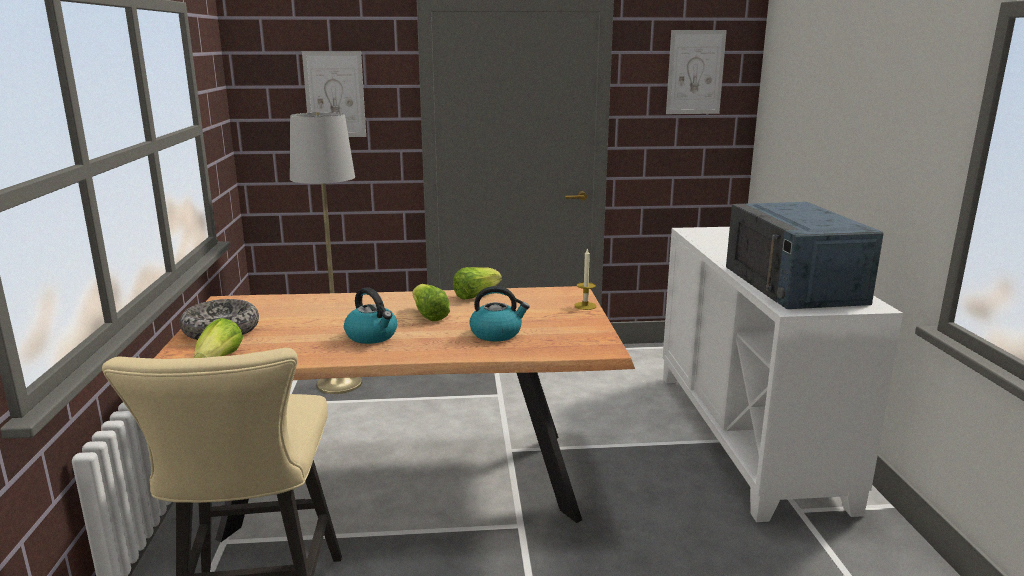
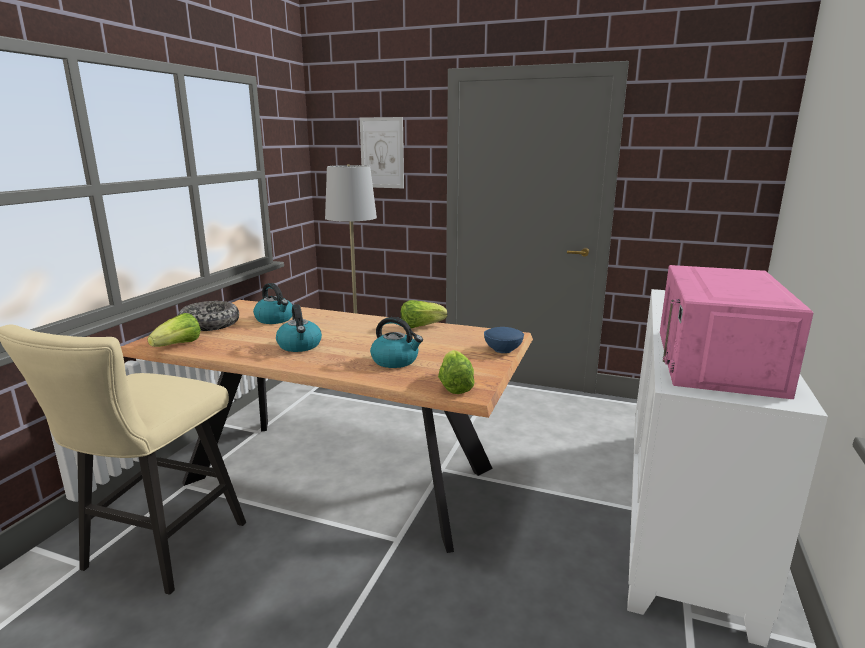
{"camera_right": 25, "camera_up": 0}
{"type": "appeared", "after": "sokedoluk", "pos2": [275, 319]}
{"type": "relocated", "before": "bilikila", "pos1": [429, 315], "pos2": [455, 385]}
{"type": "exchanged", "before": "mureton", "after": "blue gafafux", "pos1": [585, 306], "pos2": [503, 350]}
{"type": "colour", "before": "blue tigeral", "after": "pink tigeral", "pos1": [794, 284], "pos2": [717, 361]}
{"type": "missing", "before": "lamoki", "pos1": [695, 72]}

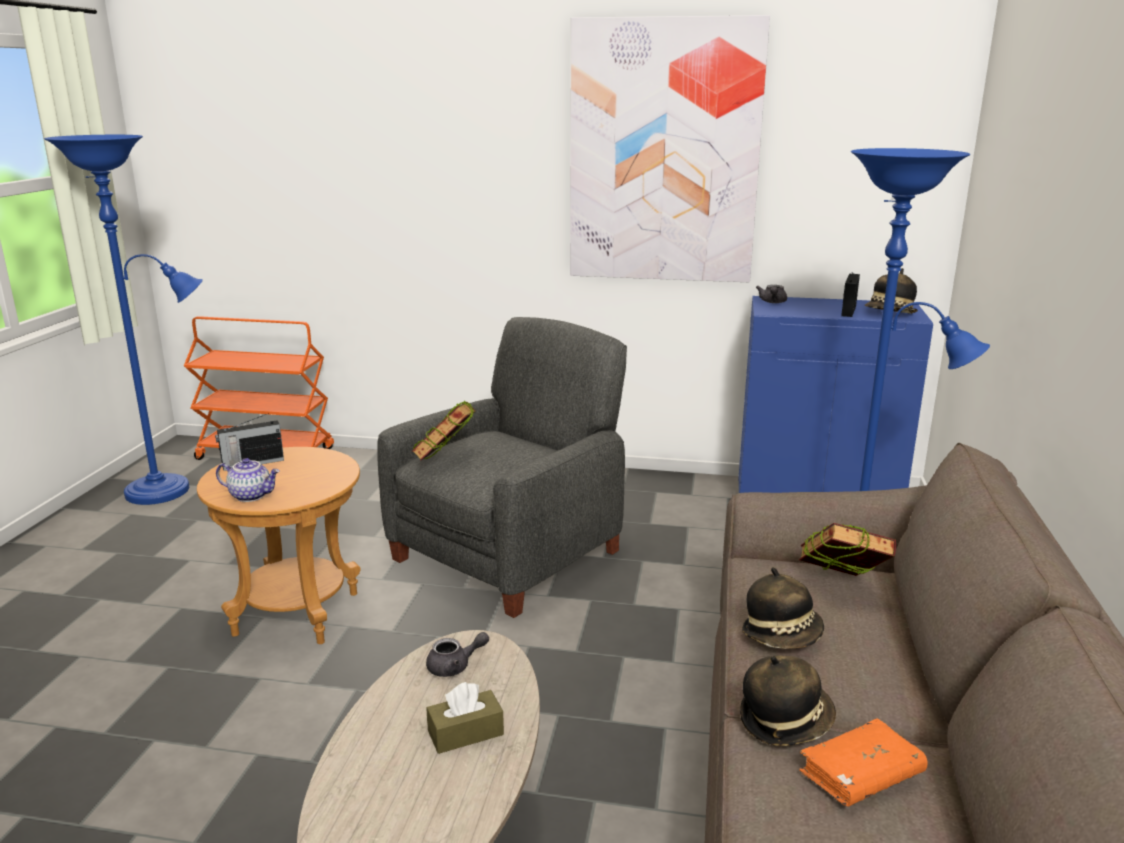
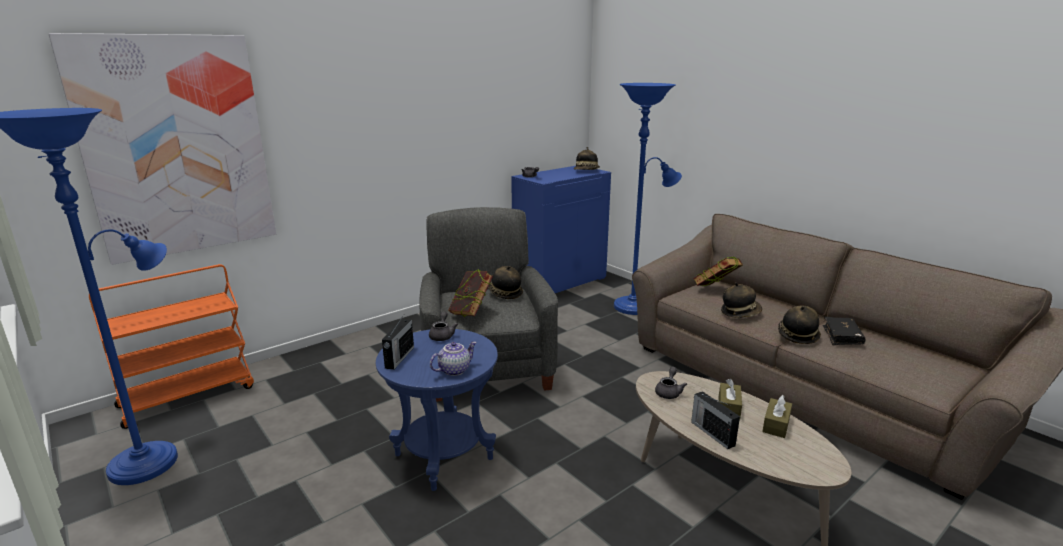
{"camera_right": -50, "camera_up": 0}
{"type": "relocated", "before": "lamoki", "pos1": [663, 153], "pos2": [177, 147]}
{"type": "colour", "before": "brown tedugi", "after": "blue tedugi", "pos1": [297, 613], "pos2": [444, 456]}
{"type": "appeared", "after": "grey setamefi", "pos2": [442, 335]}
{"type": "appeared", "after": "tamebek", "pos2": [504, 293]}
{"type": "relocated", "before": "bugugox", "pos1": [849, 310], "pos2": [712, 433]}
{"type": "appeared", "after": "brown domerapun", "pos2": [776, 424]}
{"type": "colour", "before": "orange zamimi", "after": "black zamimi", "pos1": [861, 775], "pos2": [842, 336]}

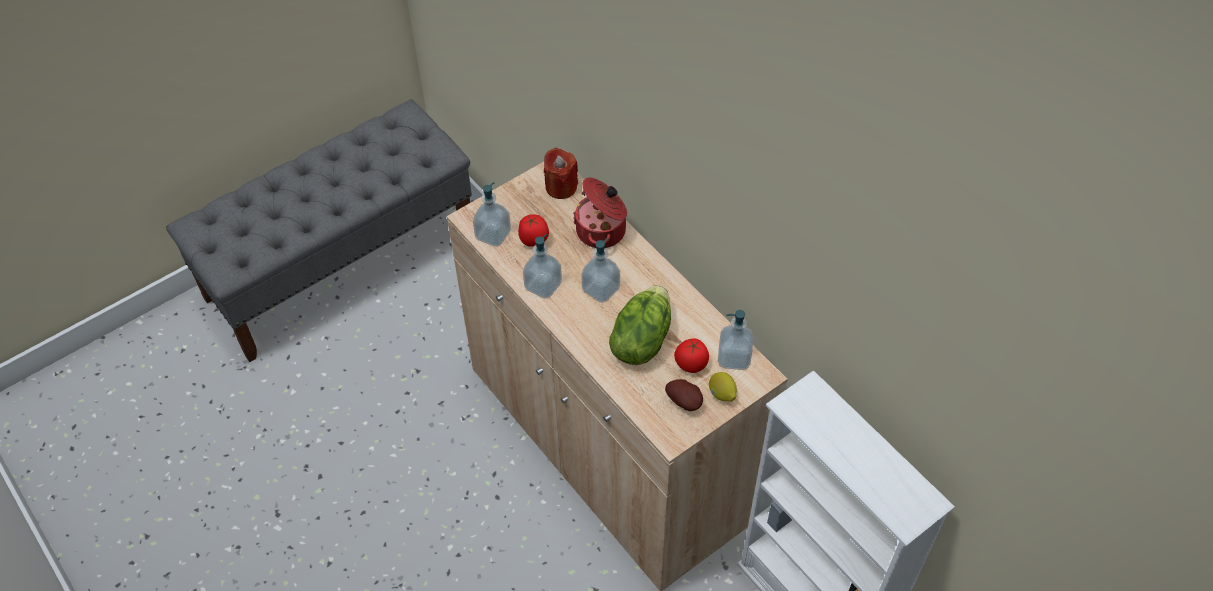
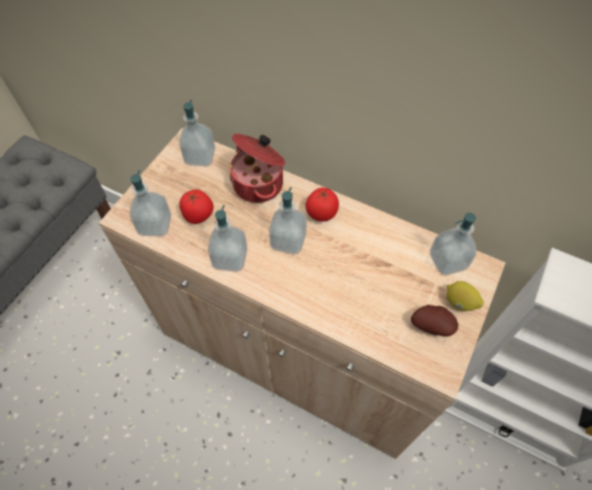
{"camera_right": -25, "camera_up": 5}
{"type": "exchanged", "before": "red mureton", "after": "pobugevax", "pos1": [561, 187], "pos2": [200, 157]}
{"type": "relocated", "before": "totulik", "pos1": [691, 365], "pos2": [321, 214]}
{"type": "missing", "before": "bilikila", "pos1": [640, 340]}

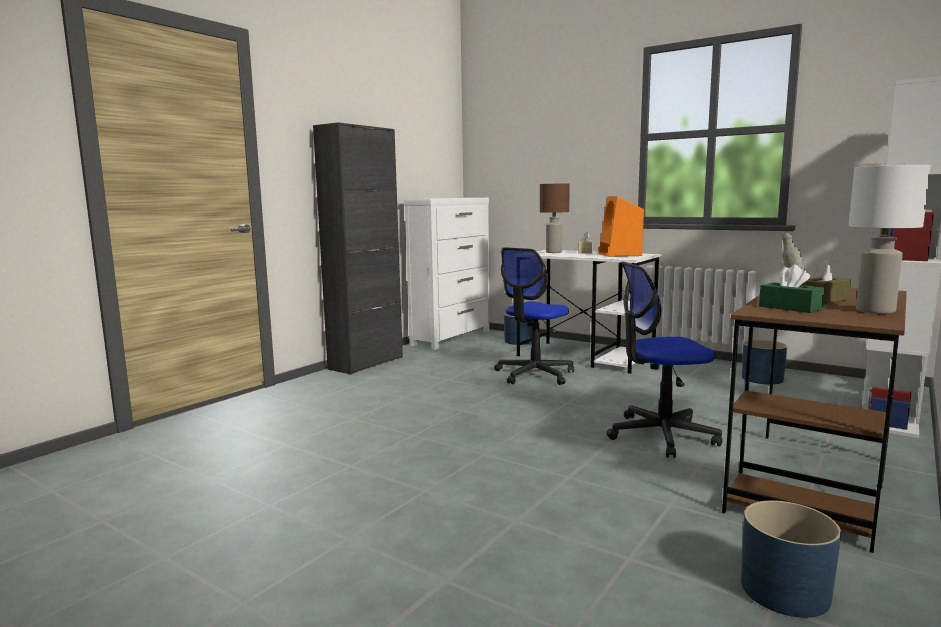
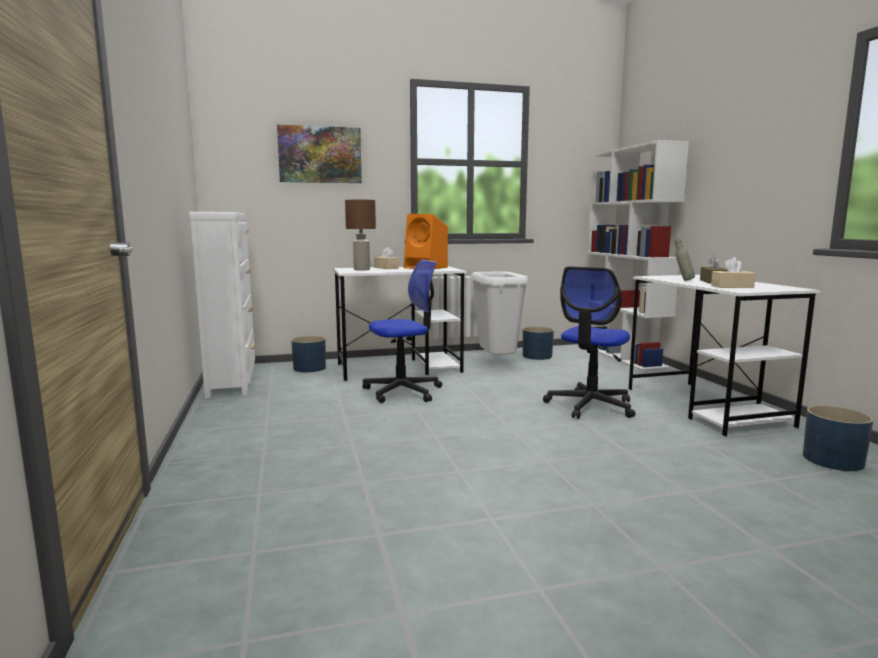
{"camera_right": -50, "camera_up": 0}
{"type": "appeared", "after": "lamoki", "pos2": [320, 155]}
{"type": "spun", "before": "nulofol", "pos1": [534, 374], "pos2": [403, 391], "turn": -105}
{"type": "appeared", "after": "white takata", "pos2": [498, 363]}
{"type": "colour", "before": "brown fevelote", "after": "white fevelote", "pos1": [809, 484], "pos2": [705, 406]}
{"type": "colour", "before": "green domerapun", "after": "beige domerapun", "pos1": [790, 308], "pos2": [732, 286]}
{"type": "missing", "before": "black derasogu", "pos1": [366, 363]}
{"type": "missing", "before": "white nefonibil", "pos1": [874, 311]}

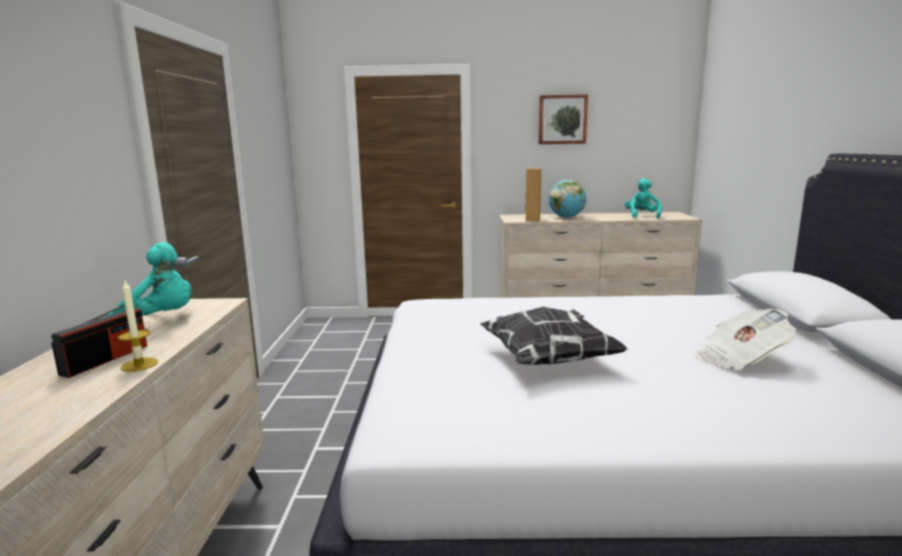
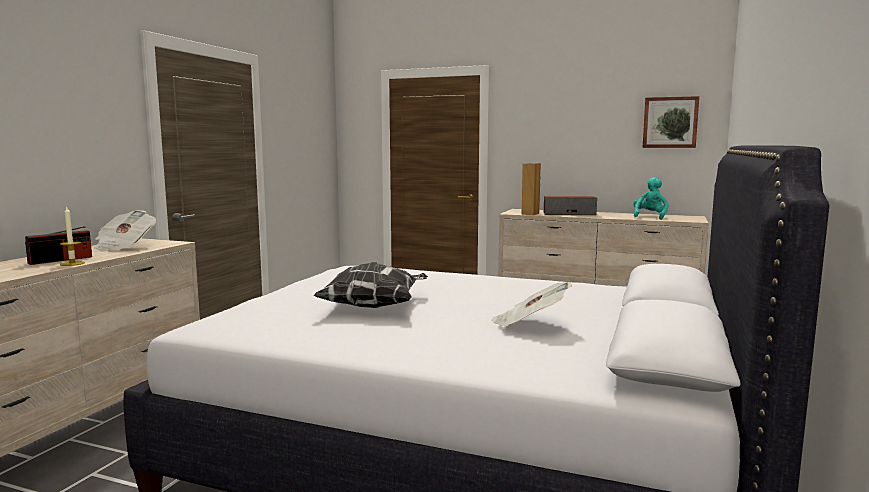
{"camera_right": 20, "camera_up": -5}
{"type": "exchanged", "before": "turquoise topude", "after": "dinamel", "pos1": [161, 319], "pos2": [124, 247]}
{"type": "exchanged", "before": "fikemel", "after": "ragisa", "pos1": [566, 217], "pos2": [569, 214]}
{"type": "relocated", "before": "lamoki", "pos1": [562, 119], "pos2": [670, 122]}

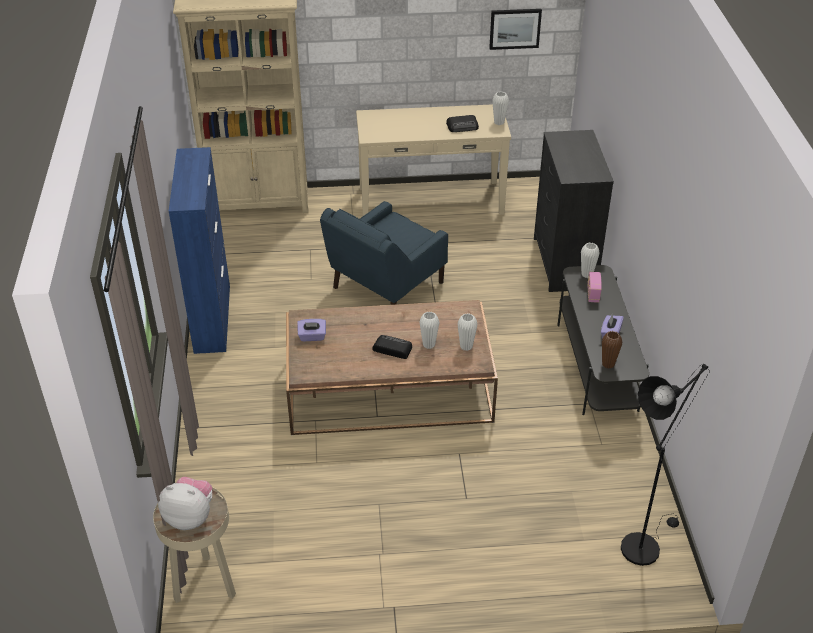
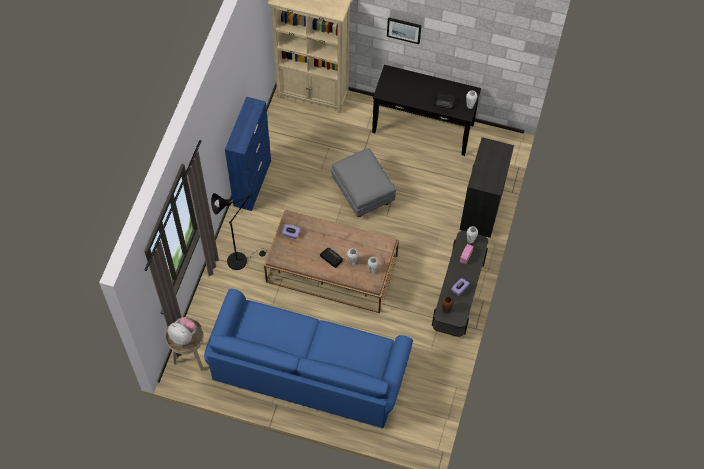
{"camera_right": 20, "camera_up": 20}
{"type": "appeared", "after": "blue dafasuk", "pos2": [308, 370]}
{"type": "relocated", "before": "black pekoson", "pos1": [643, 544], "pos2": [240, 259]}
{"type": "exchanged", "before": "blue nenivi", "after": "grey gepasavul", "pos1": [385, 287], "pos2": [362, 192]}
{"type": "colour", "before": "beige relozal", "after": "black relozal", "pos1": [431, 200], "pos2": [423, 128]}
{"type": "relocated", "before": "lamoki", "pos1": [515, 28], "pos2": [404, 30]}

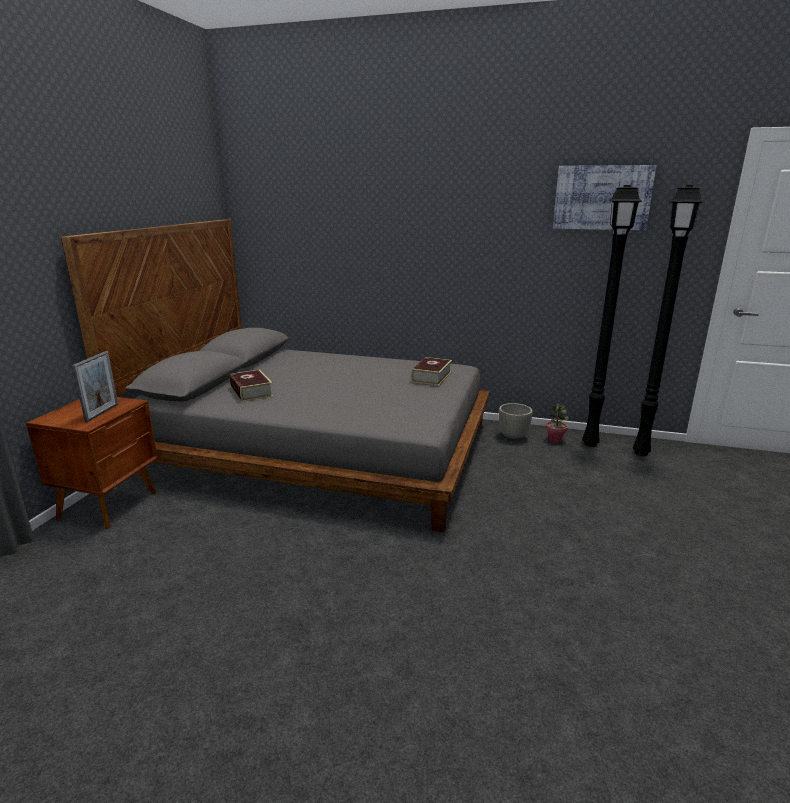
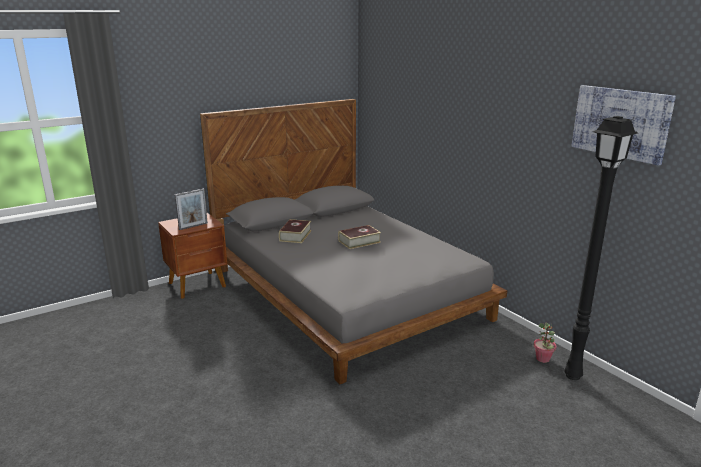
{"camera_right": 40, "camera_up": 0}
{"type": "relocated", "before": "zamimi", "pos1": [431, 377], "pos2": [359, 241]}
{"type": "missing", "before": "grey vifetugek", "pos1": [513, 436]}
{"type": "missing", "before": "black pekoson", "pos1": [642, 452]}

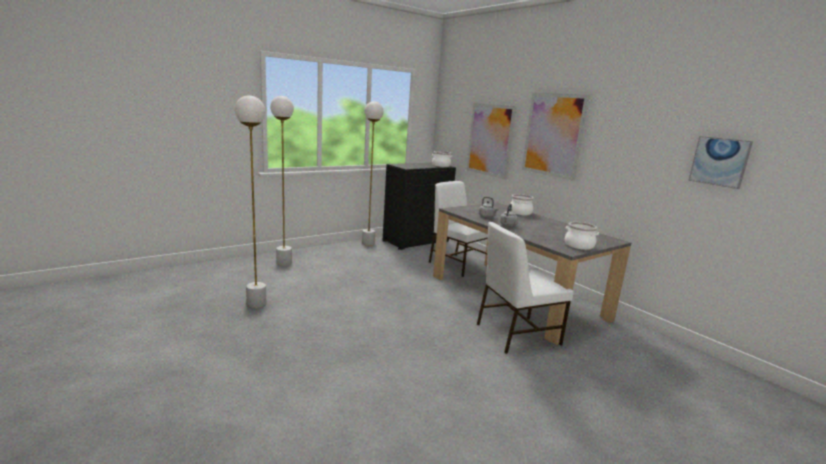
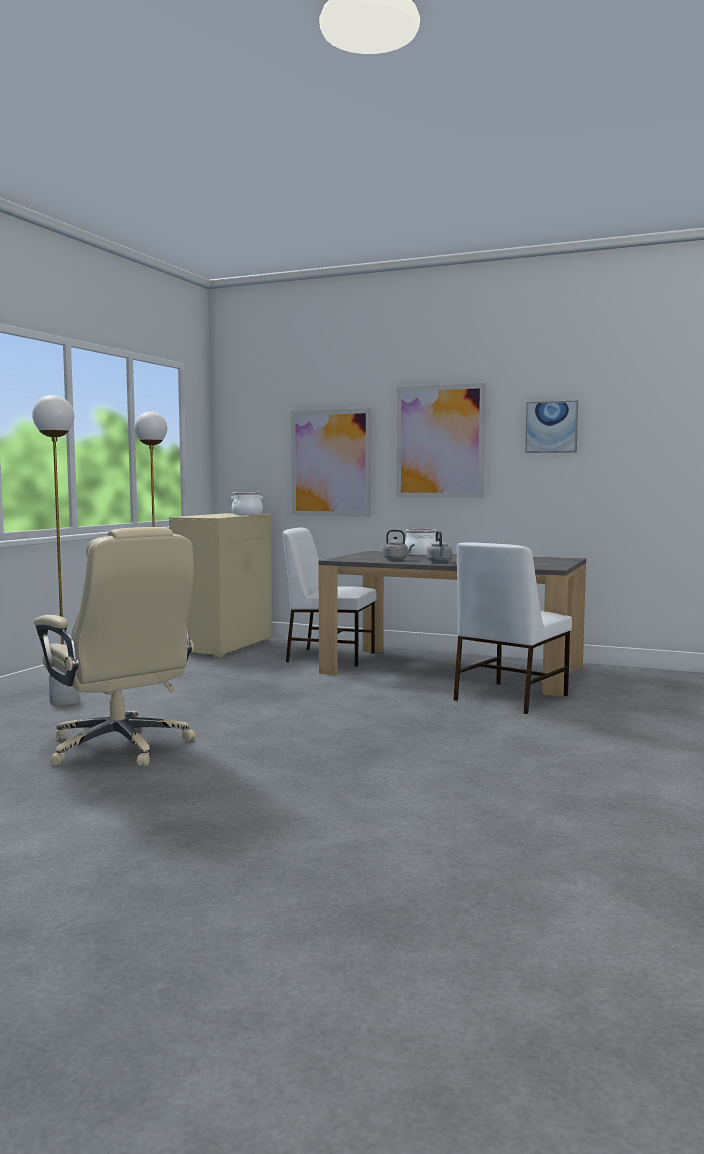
{"camera_right": -30, "camera_up": -10}
{"type": "exchanged", "before": "white pekoson", "after": "beige nulofol", "pos1": [256, 303], "pos2": [120, 747]}
{"type": "colour", "before": "black derasogu", "after": "beige derasogu", "pos1": [415, 241], "pos2": [223, 645]}
{"type": "relocated", "before": "lamoki", "pos1": [719, 161], "pos2": [551, 427]}
{"type": "missing", "before": "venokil", "pos1": [579, 245]}

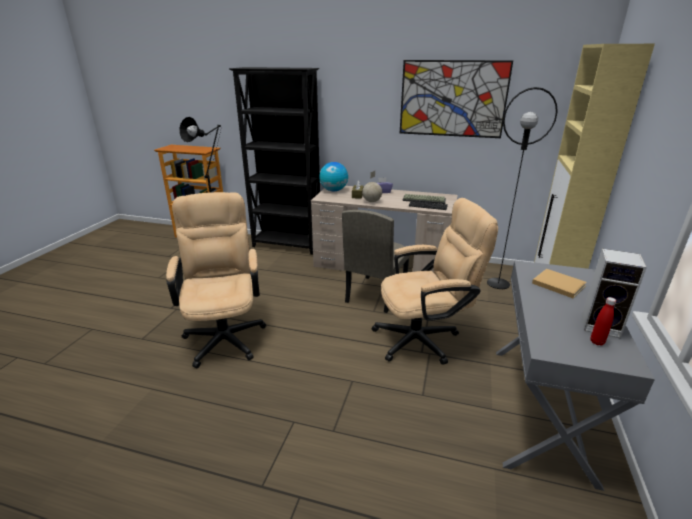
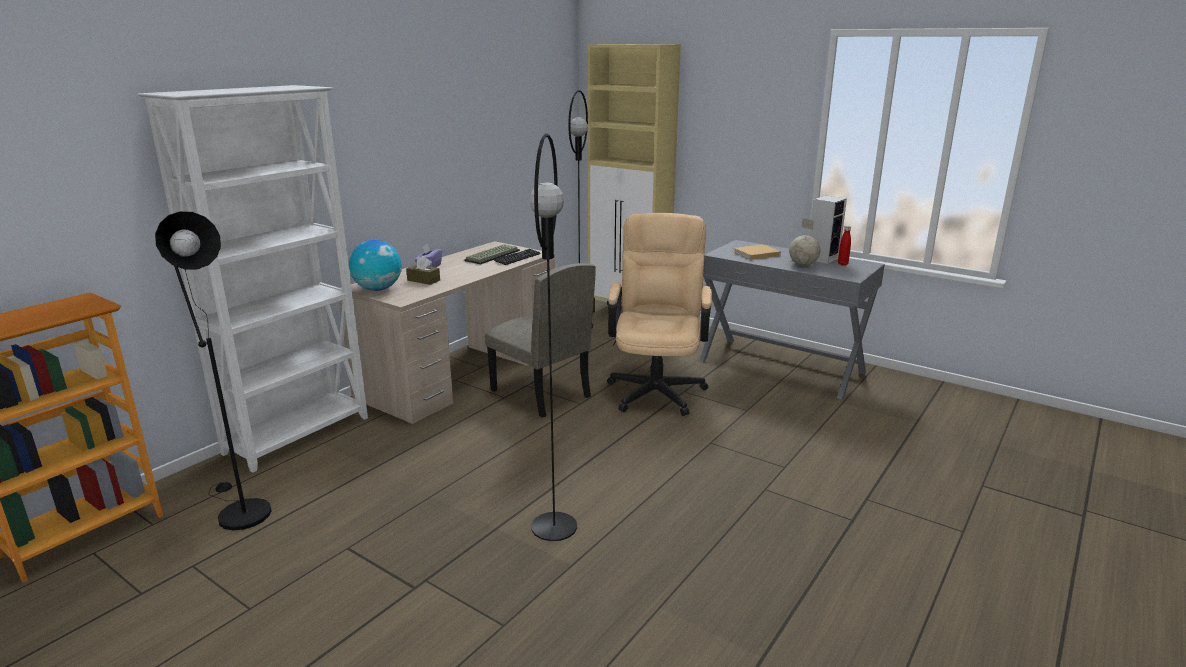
{"camera_right": -70, "camera_up": -5}
{"type": "colour", "before": "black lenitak", "after": "white lenitak", "pos1": [287, 245], "pos2": [300, 435]}
{"type": "exchanged", "before": "beige nulofol", "after": "black pekoson", "pos1": [225, 334], "pos2": [554, 526]}
{"type": "relocated", "before": "fikemel", "pos1": [372, 201], "pos2": [803, 264]}
{"type": "missing", "before": "lamoki", "pos1": [452, 99]}

